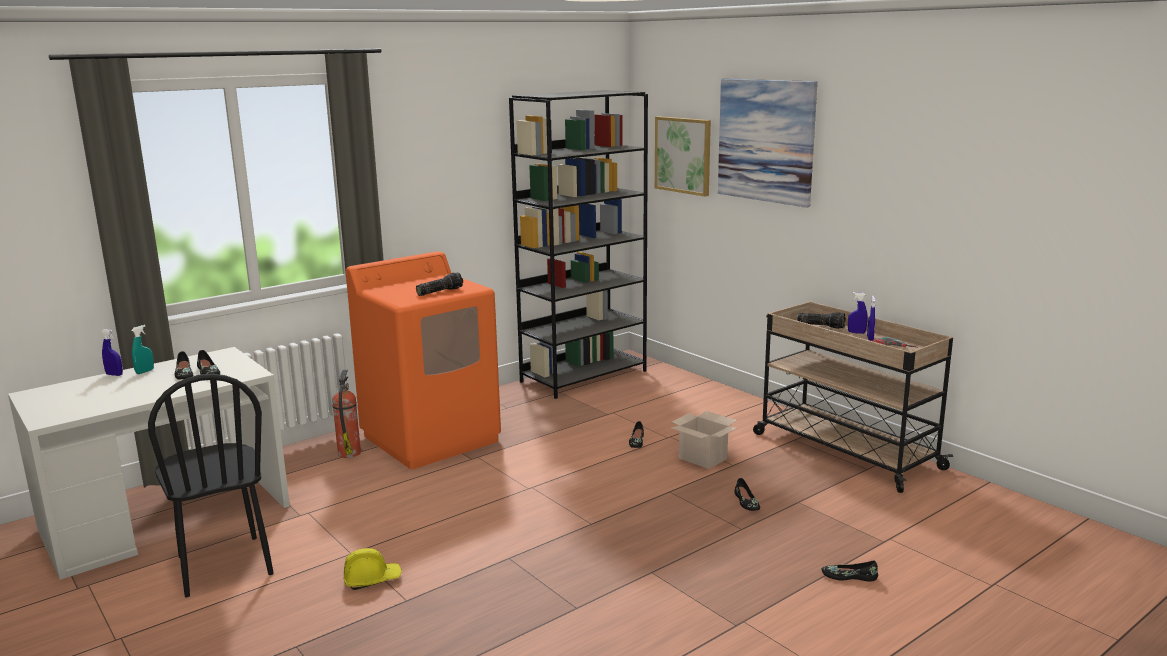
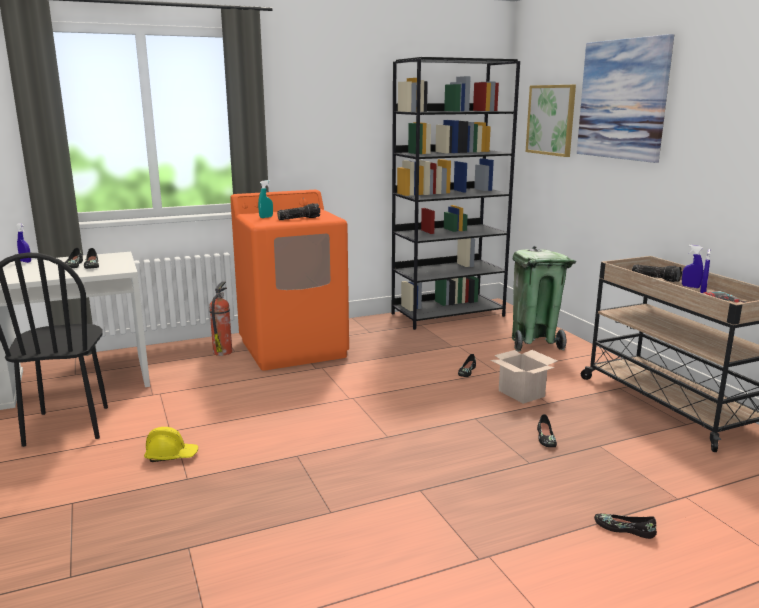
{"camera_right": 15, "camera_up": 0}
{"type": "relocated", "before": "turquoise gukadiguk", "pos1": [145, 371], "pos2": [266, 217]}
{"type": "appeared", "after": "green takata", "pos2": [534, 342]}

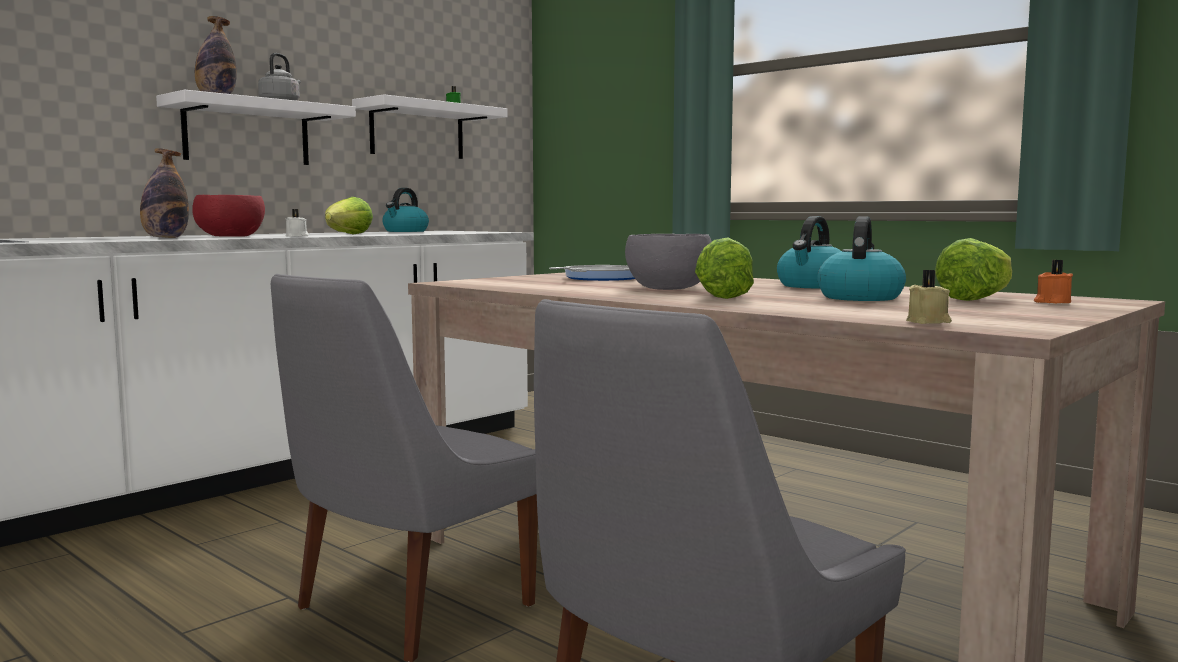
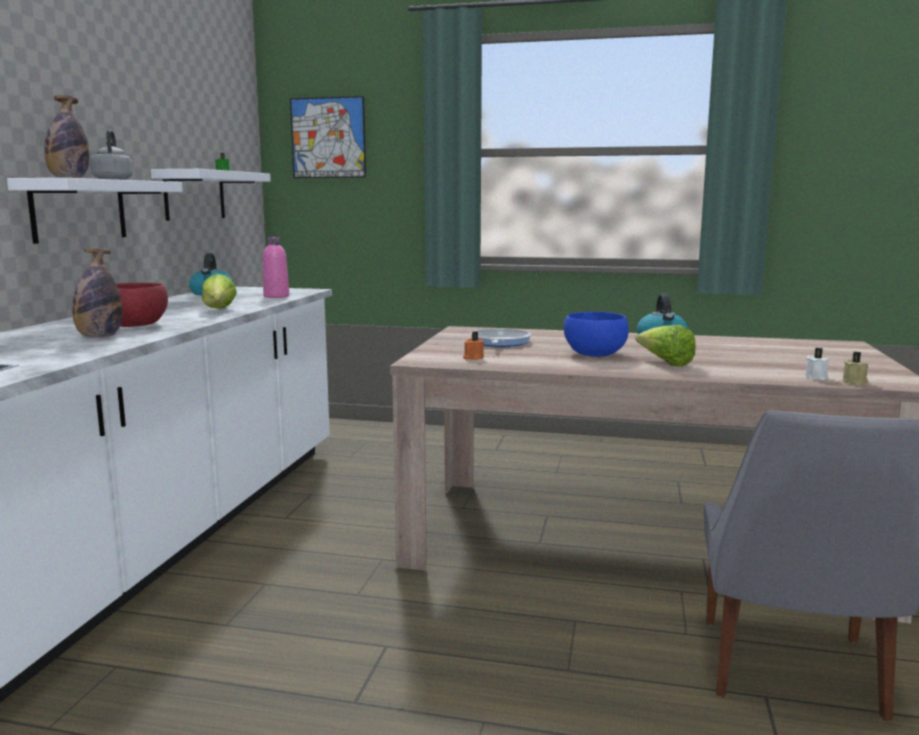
{"camera_right": -30, "camera_up": 5}
{"type": "appeared", "after": "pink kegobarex", "pos2": [276, 296]}
{"type": "appeared", "after": "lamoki", "pos2": [328, 138]}
{"type": "relocated", "before": "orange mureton", "pos1": [1052, 302], "pos2": [473, 358]}
{"type": "colour", "before": "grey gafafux", "after": "blue gafafux", "pos1": [669, 288], "pos2": [595, 353]}
{"type": "relocated", "before": "white mureton", "pos1": [297, 236], "pos2": [817, 377]}
{"type": "missing", "before": "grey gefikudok", "pos1": [408, 609]}
{"type": "missing", "before": "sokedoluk", "pos1": [859, 297]}
{"type": "missing", "before": "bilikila", "pos1": [976, 299]}

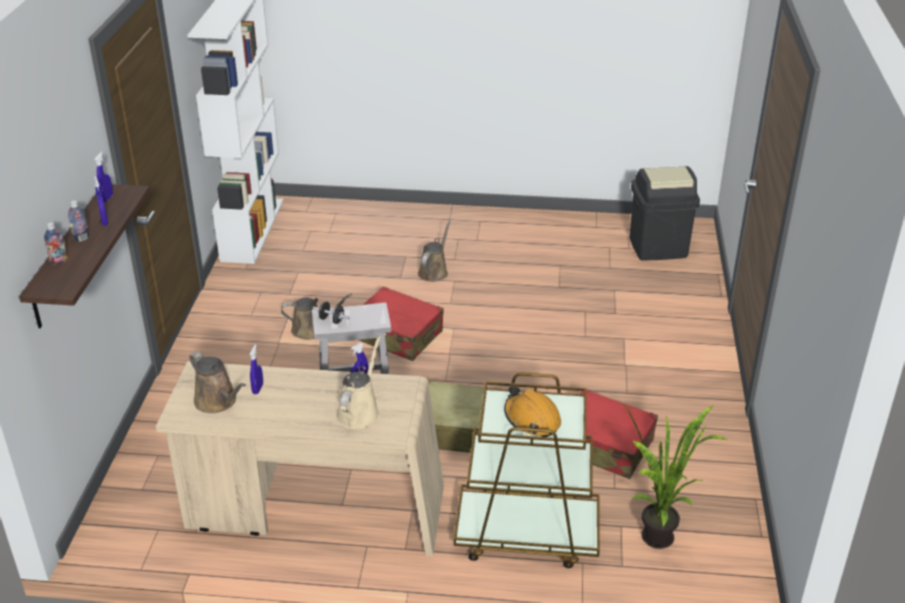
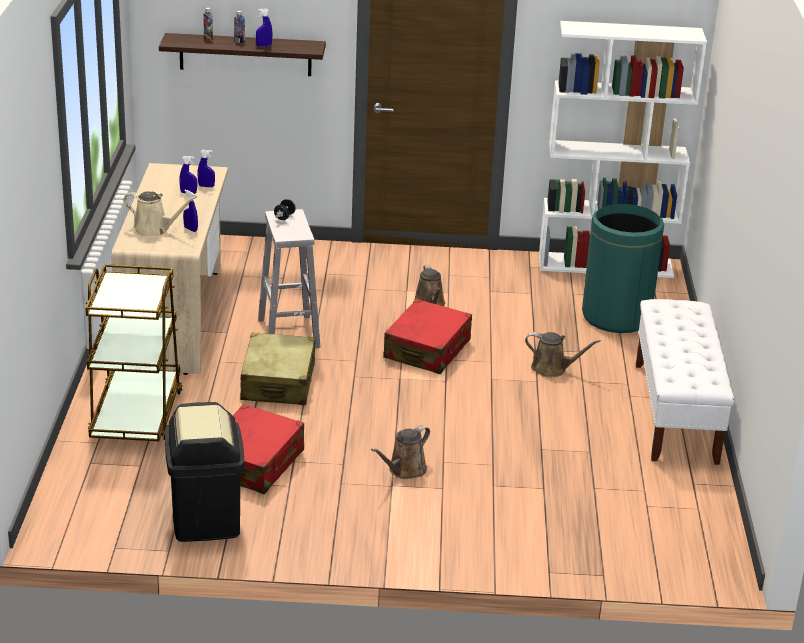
{"camera_right": 85, "camera_up": -5}
{"type": "relocated", "before": "black takata", "pos1": [658, 248], "pos2": [205, 519]}
{"type": "relocated", "before": "blue gukadiguk", "pos1": [107, 198], "pos2": [206, 186]}
{"type": "relocated", "before": "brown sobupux", "pos1": [218, 401], "pos2": [404, 470]}
{"type": "appeared", "after": "green takata", "pos2": [616, 317]}
{"type": "appeared", "after": "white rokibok", "pos2": [675, 413]}
{"type": "missing", "before": "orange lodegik", "pos1": [531, 419]}
{"type": "missing", "before": "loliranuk", "pos1": [660, 544]}

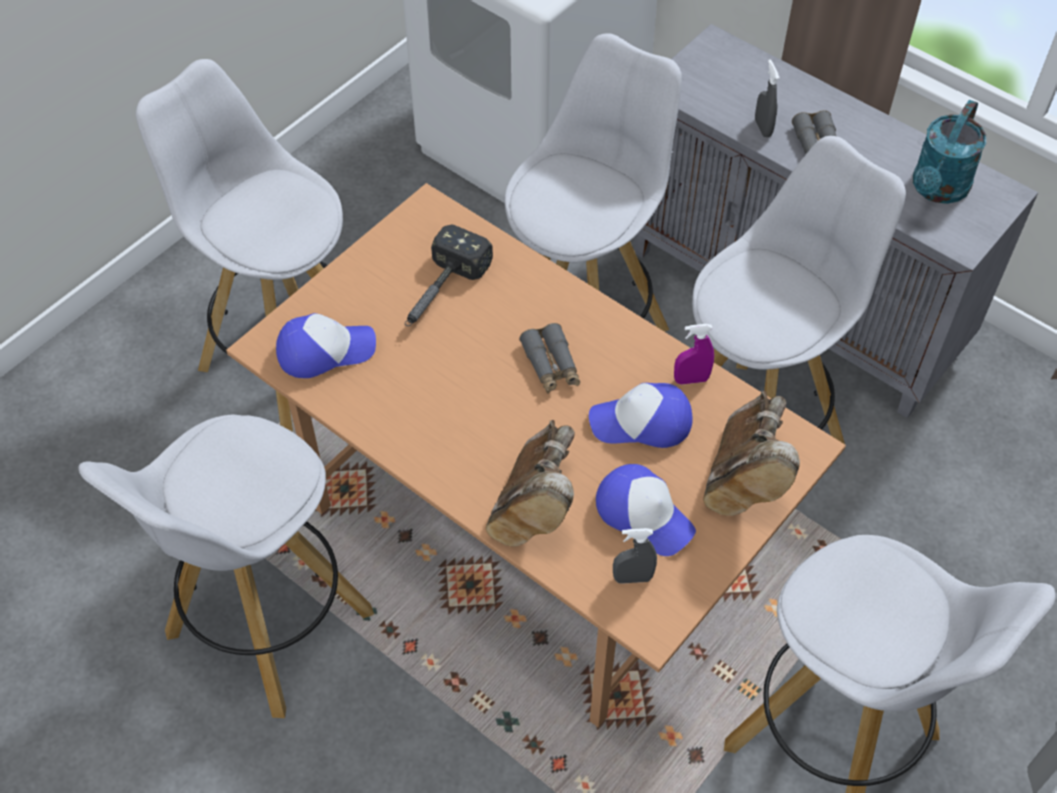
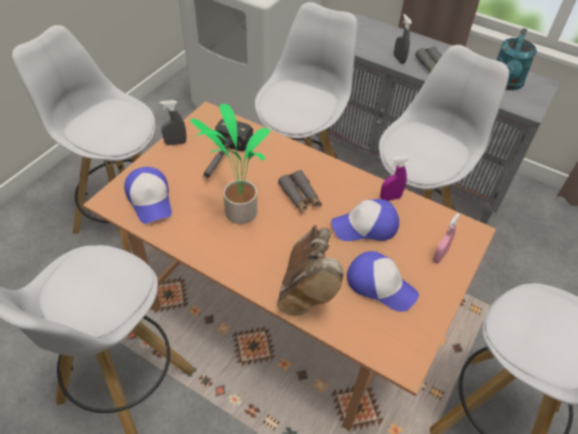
{"camera_right": -10, "camera_up": -5}
{"type": "spun", "before": "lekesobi", "pos1": [325, 350], "pos2": [150, 200], "turn": 90}
{"type": "relocated", "before": "grey gukadiguk", "pos1": [632, 578], "pos2": [175, 143]}
{"type": "appeared", "after": "loliranuk", "pos2": [239, 212]}
{"type": "exchanged", "before": "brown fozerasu", "after": "pink gukadiguk", "pos1": [743, 480], "pos2": [439, 256]}

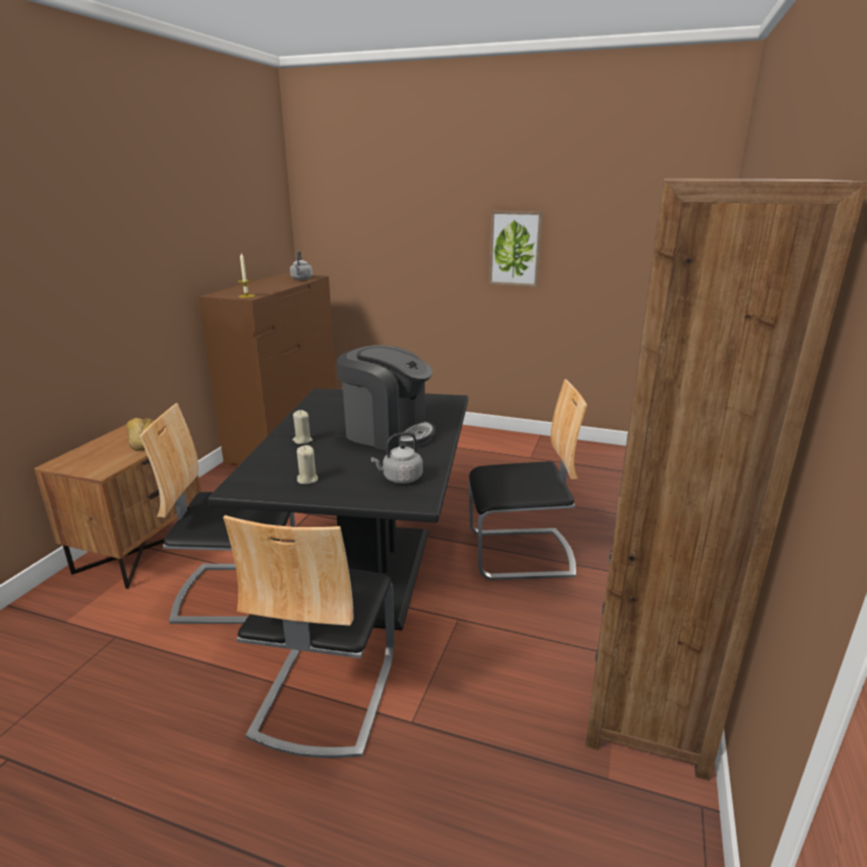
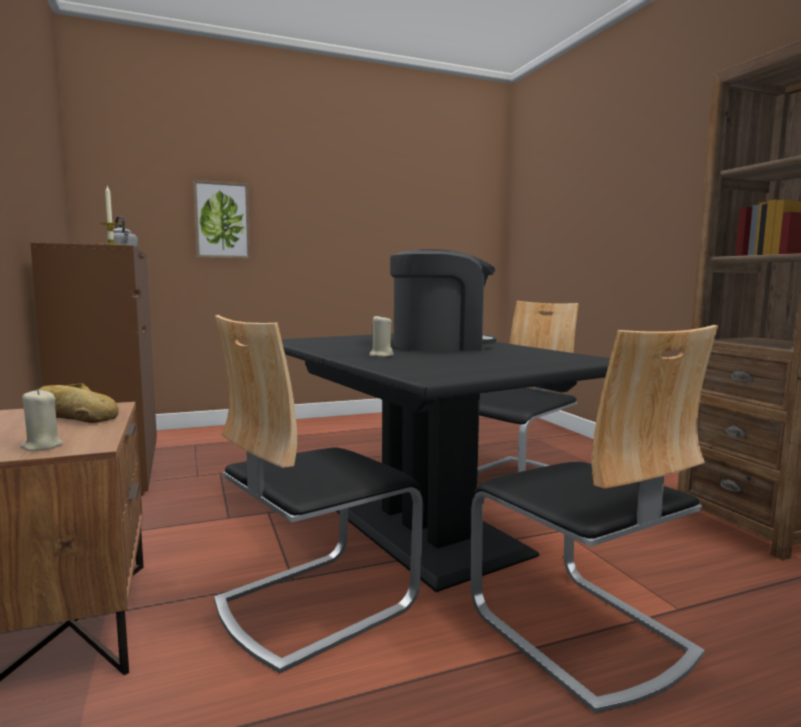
{"camera_right": -40, "camera_up": -15}
{"type": "relocated", "before": "beige mureton", "pos1": [307, 479], "pos2": [42, 446]}
{"type": "relocated", "before": "lamoki", "pos1": [515, 248], "pos2": [222, 220]}
{"type": "missing", "before": "grey sokedoluk", "pos1": [400, 478]}

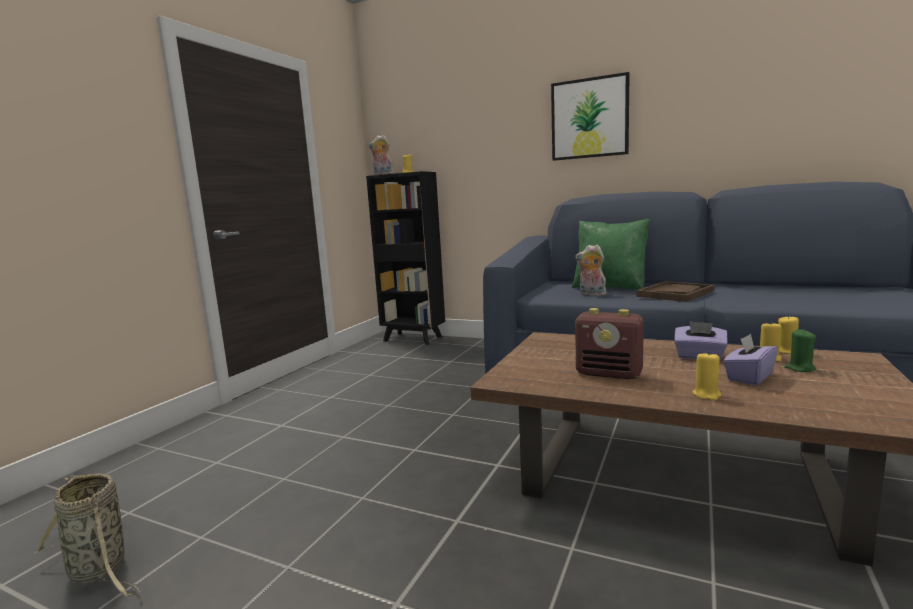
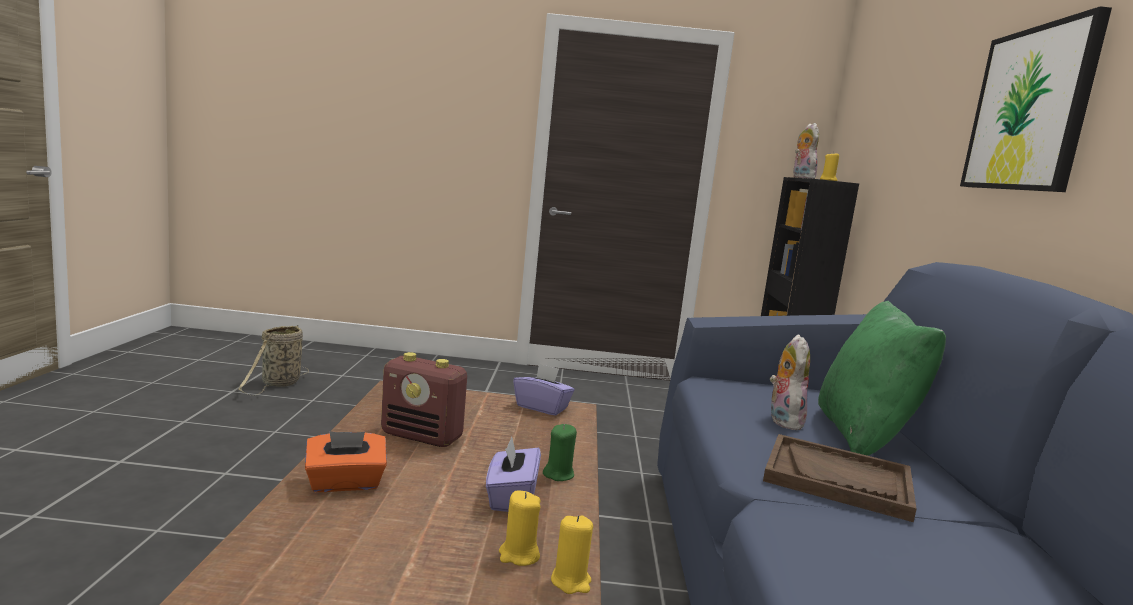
{"camera_right": 65, "camera_up": 0}
{"type": "exchanged", "before": "yellow mureton", "after": "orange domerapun", "pos1": [707, 395], "pos2": [345, 483]}
{"type": "spun", "before": "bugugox", "pos1": [609, 374], "pos2": [422, 437], "turn": -75}
{"type": "relocated", "before": "purple domerapun", "pos1": [749, 377], "pos2": [542, 407]}
{"type": "relocated", "before": "green mureton", "pos1": [800, 368], "pos2": [558, 474]}

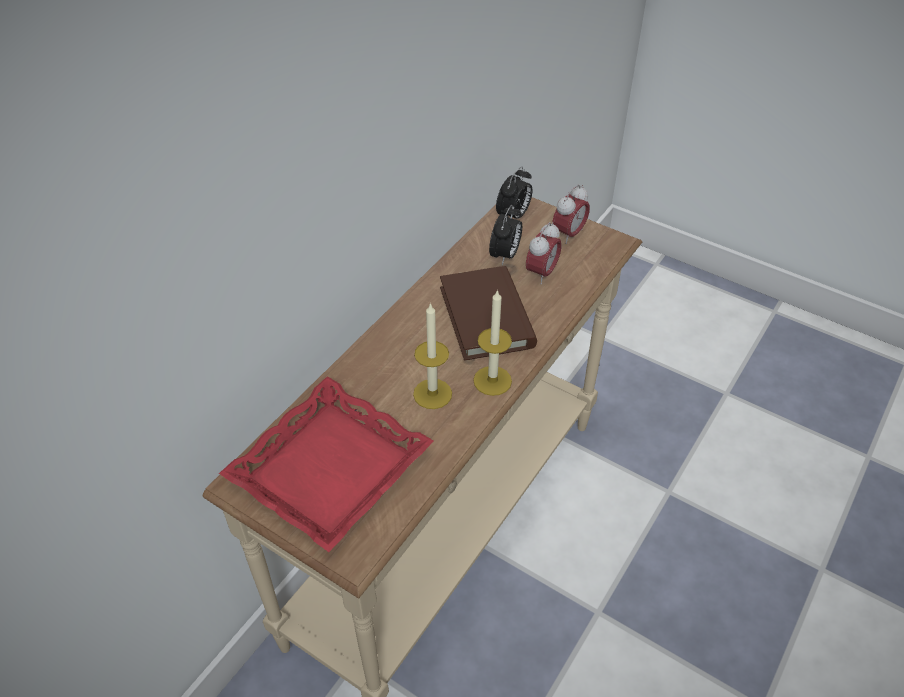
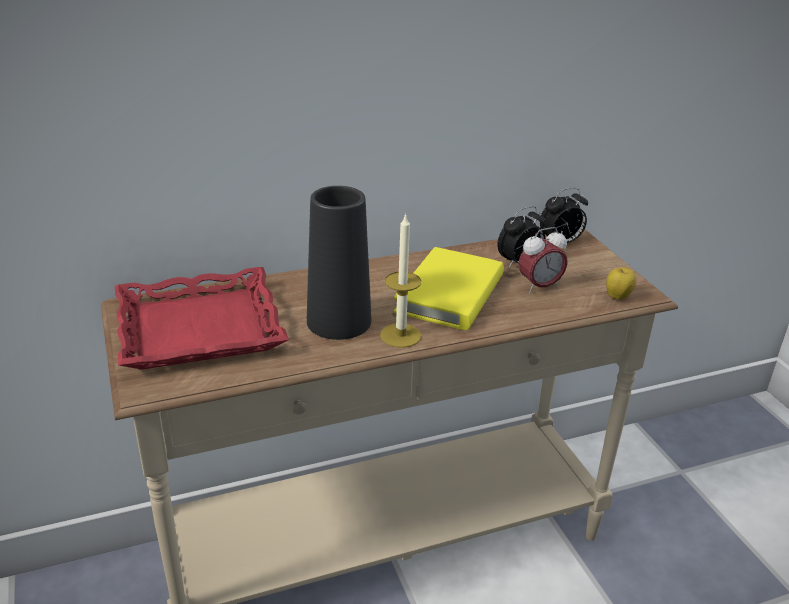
{"camera_right": 35, "camera_up": -15}
{"type": "exchanged", "before": "mureton", "after": "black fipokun", "pos1": [432, 394], "pos2": [339, 321]}
{"type": "colour", "before": "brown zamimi", "after": "yellow zamimi", "pos1": [486, 317], "pos2": [450, 294]}
{"type": "appeared", "after": "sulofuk", "pos2": [617, 297]}
{"type": "missing", "before": "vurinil", "pos1": [568, 234]}

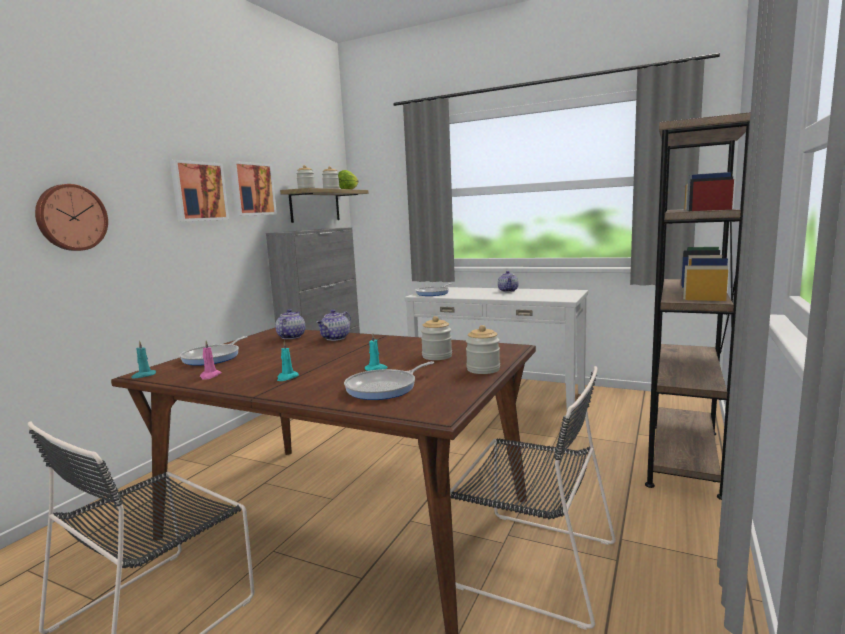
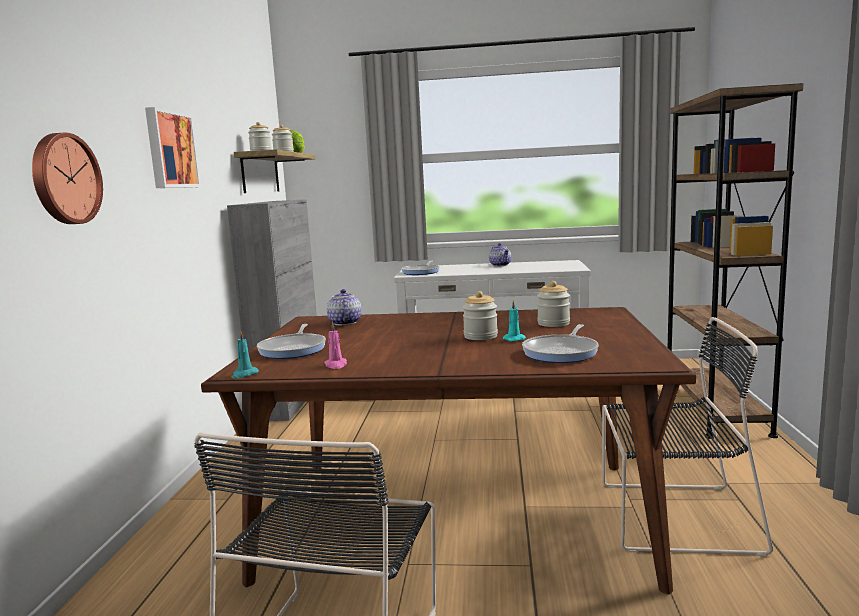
{"camera_right": -20, "camera_up": 0}
{"type": "relocated", "before": "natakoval", "pos1": [483, 369], "pos2": [480, 336]}
{"type": "missing", "before": "lamoki", "pos1": [251, 189]}
{"type": "missing", "before": "turquoise mureton", "pos1": [287, 378]}
{"type": "missing", "before": "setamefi", "pos1": [336, 338]}

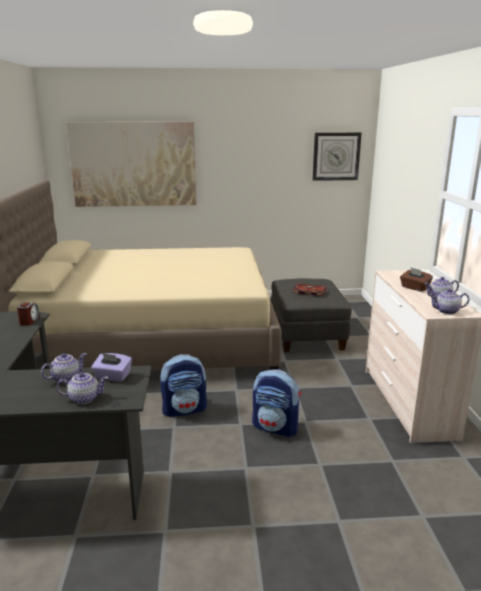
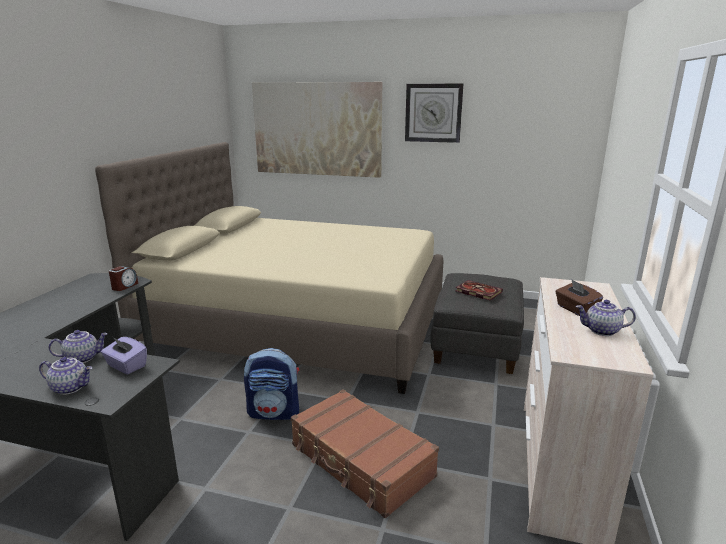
{"camera_right": 20, "camera_up": 0}
{"type": "exchanged", "before": "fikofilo", "after": "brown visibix", "pos1": [276, 427], "pos2": [361, 461]}
{"type": "relocated", "before": "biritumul", "pos1": [336, 156], "pos2": [433, 113]}
{"type": "missing", "before": "setamefi", "pos1": [446, 311]}

